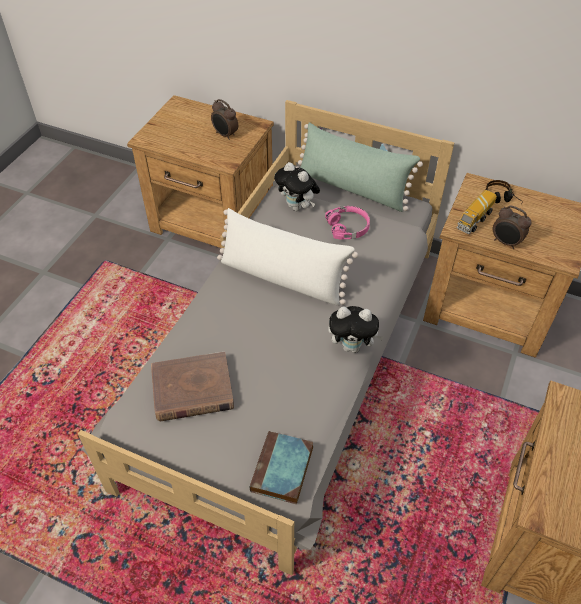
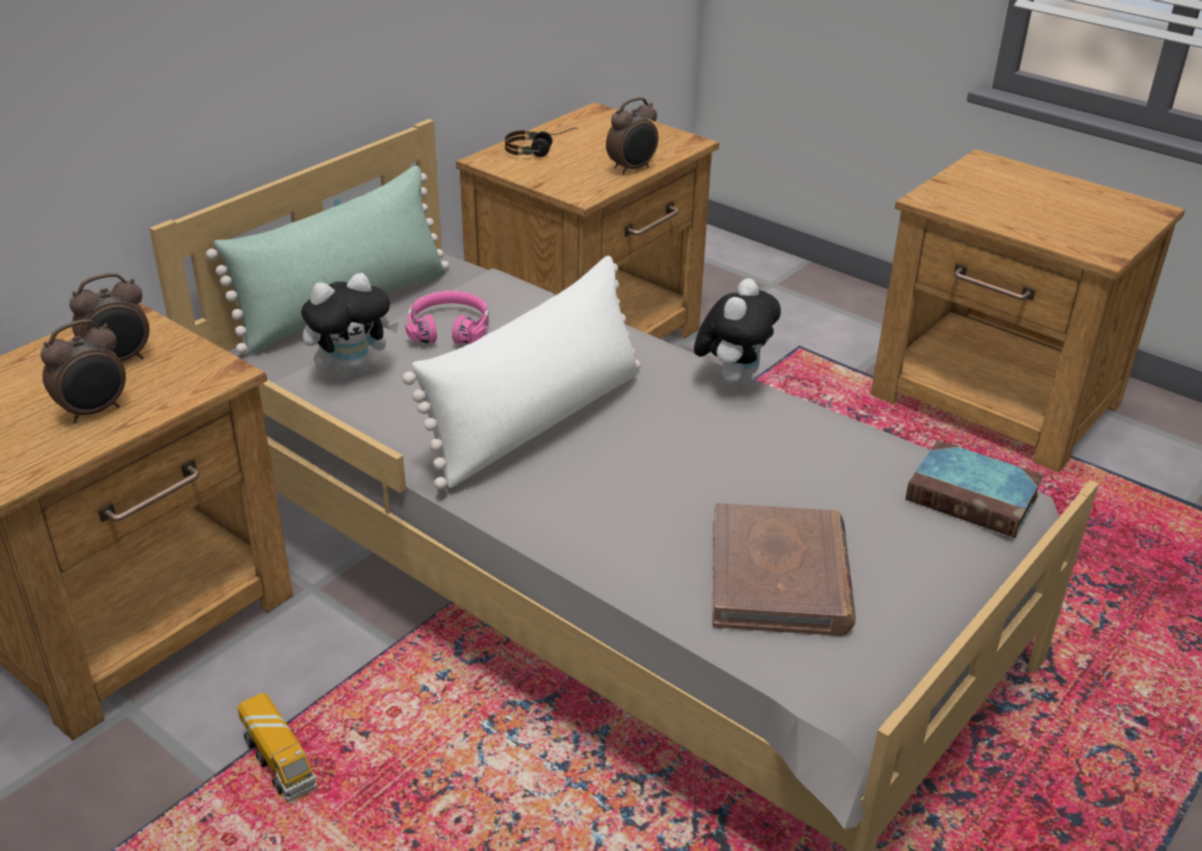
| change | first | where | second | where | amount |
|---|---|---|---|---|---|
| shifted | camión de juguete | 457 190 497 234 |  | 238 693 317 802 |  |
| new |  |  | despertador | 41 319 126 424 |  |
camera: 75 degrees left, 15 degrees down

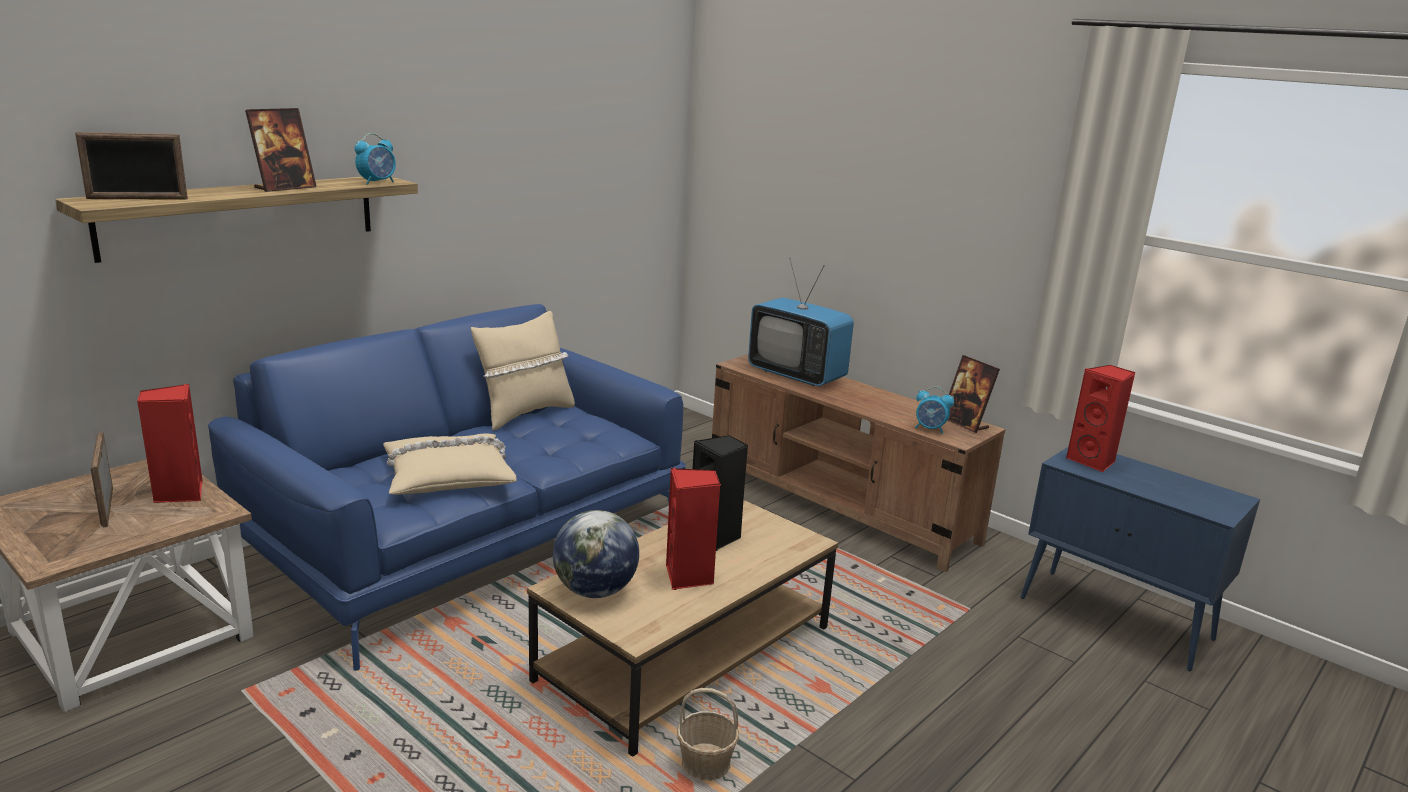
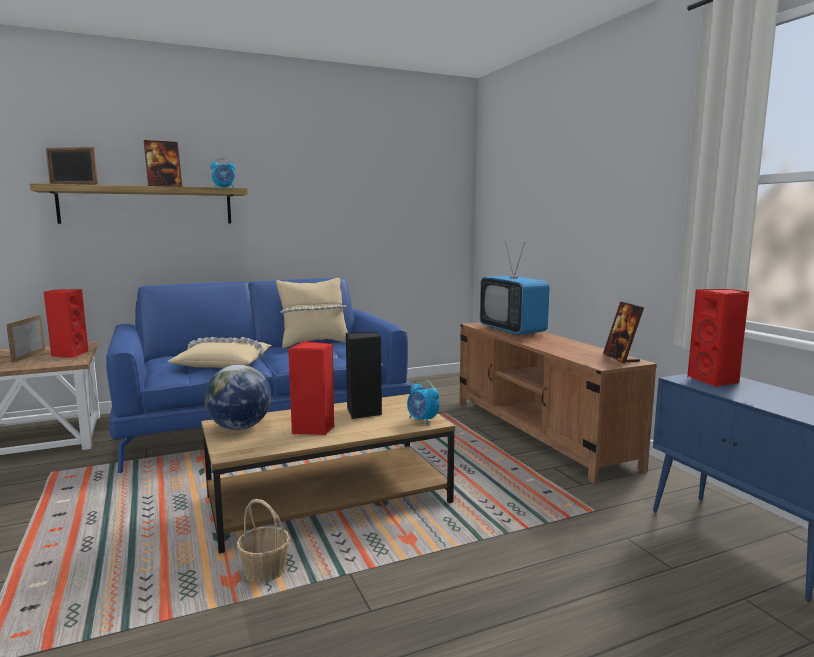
| change | first | where | second | where | amount |
|---|---|---|---|---|---|
| shifted | despertador | 915 386 954 434 |  | 407 380 439 425 |  |
camera: 25 degrees right, 10 degrees down

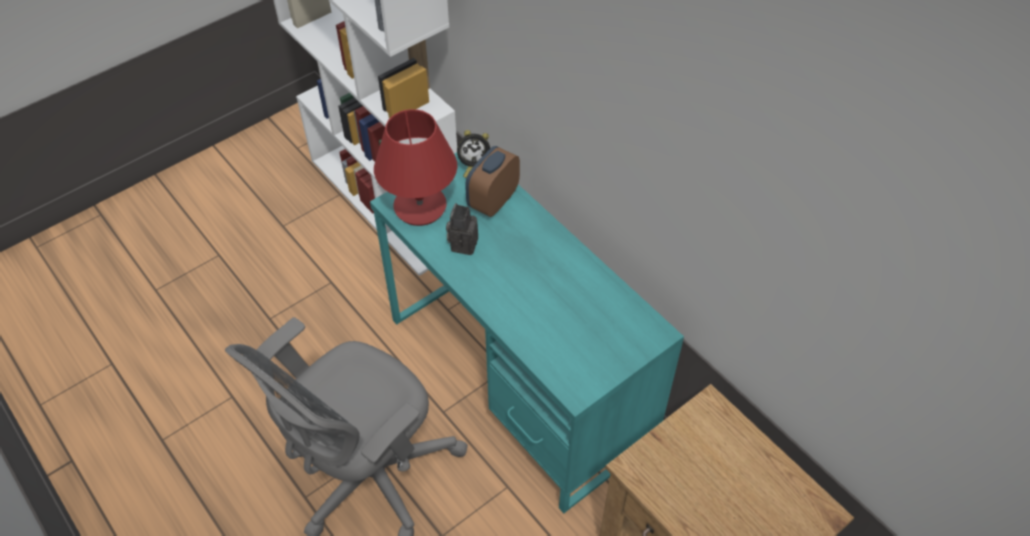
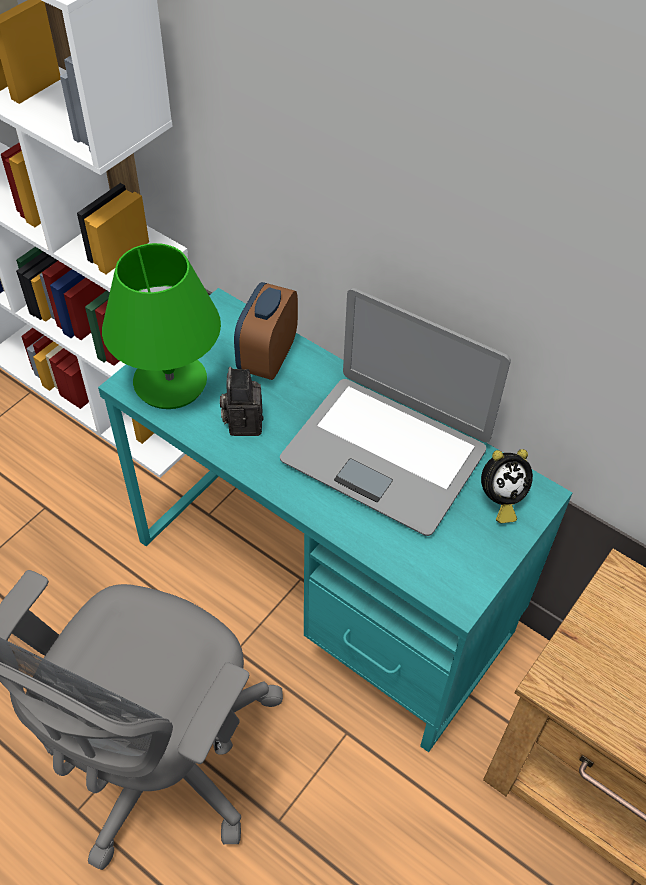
| change | first | where | second | where | amount |
|---|---|---|---|---|---|
| repainted | lámpara de mesa (rojo) | 374 109 457 226 | lámpara de mesa (verde) | 102 243 221 409 |  |
| shifted | despertador | 457 130 490 178 |  | 481 449 533 523 |  |
| new |  |  | portátil | 280 288 511 536 |  |
camera: 15 degrees left, 0 degrees up

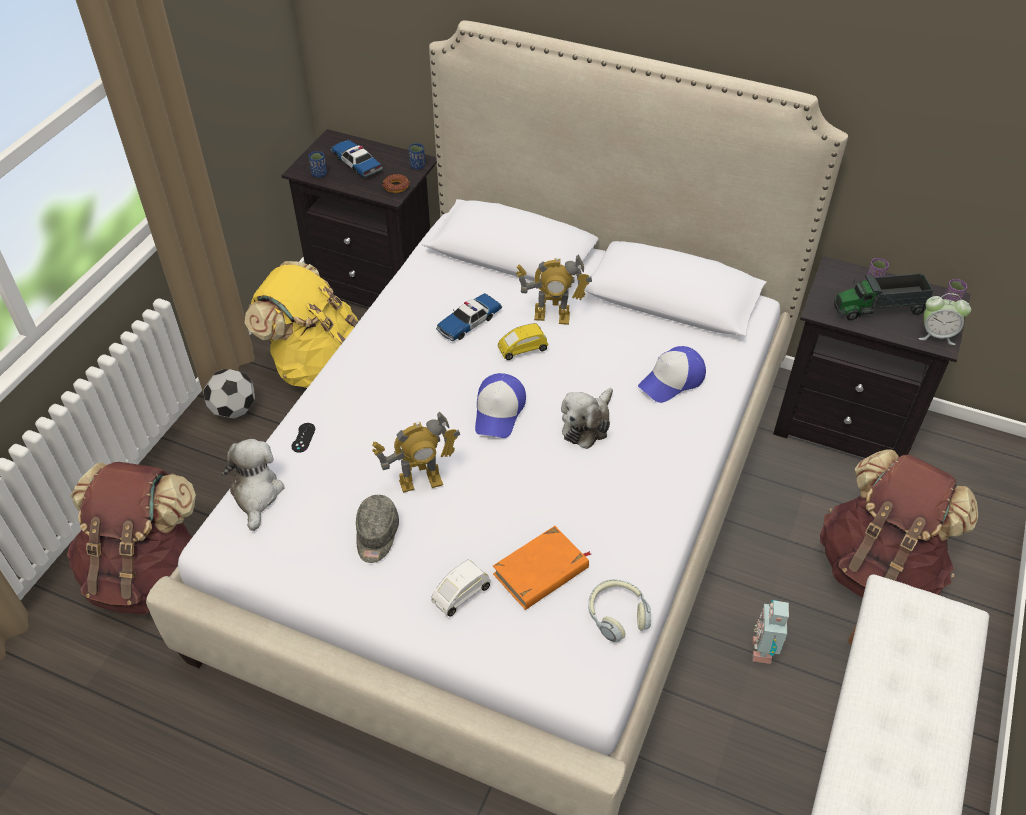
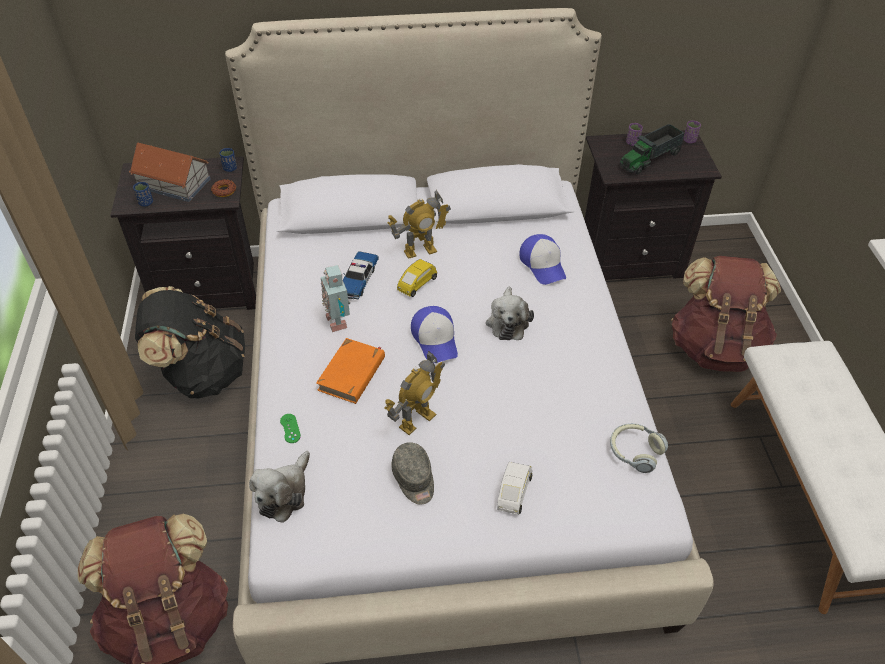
| change | first | where | second | where | amount |
|---|---|---|---|---|---|
| swapped | coche de juguete | 331 140 383 178 | casita | 129 143 210 202 |  |
| repainted | mochila (amarillo) | 245 261 359 388 | mochila (negro) | 135 286 245 398 |  |
| gone | despertador | 919 293 971 345 |  |  |  |
| rotated | gorra | 638 346 706 403 |  | 519 234 566 285 | 45 degrees counterclockwise |
| gone | balón de fútbol | 204 369 255 419 |  |  |  |
| repainted | mando de consola (negro) | 291 423 315 453 | mando de consola (verde) | 280 414 301 443 |  |
| rotated | peluche | 221 439 284 531 |  | 249 451 310 523 | 120 degrees counterclockwise |
| shifted | libro (naranja) | 493 526 591 610 |  | 316 338 385 404 |  |
| shifted | robot de juguete | 752 600 789 664 |  | 321 265 350 332 |  |
camera: 30 degrees left, 0 degrees up

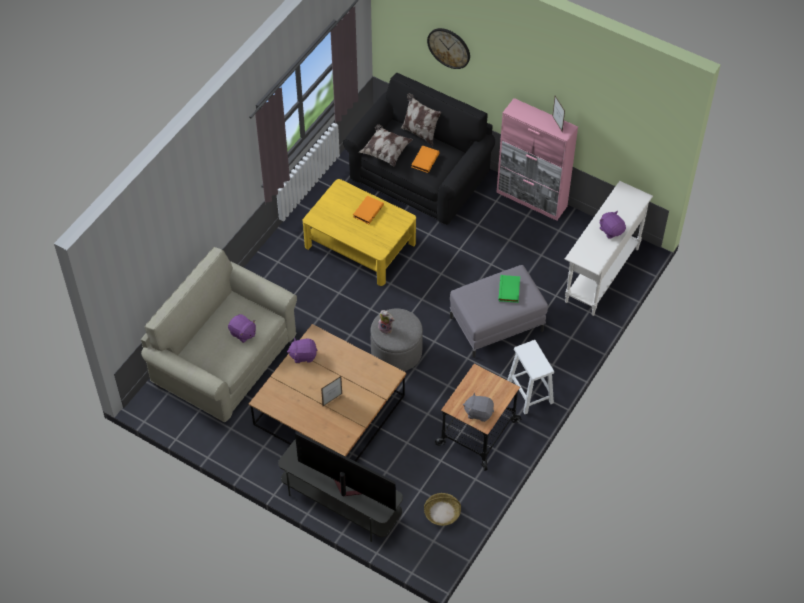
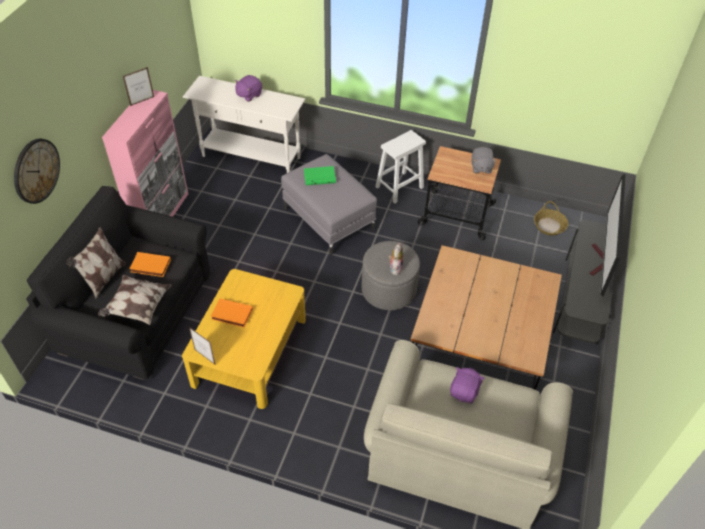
| change | first | where | second | where | amount |
|---|---|---|---|---|---|
| gone | peluche (morado) | 287 338 317 363 |  |  |  |
| shifted | portarretratos | 321 376 342 406 |  | 189 327 215 364 |  |
camera: 105 degrees left, 5 degrees down

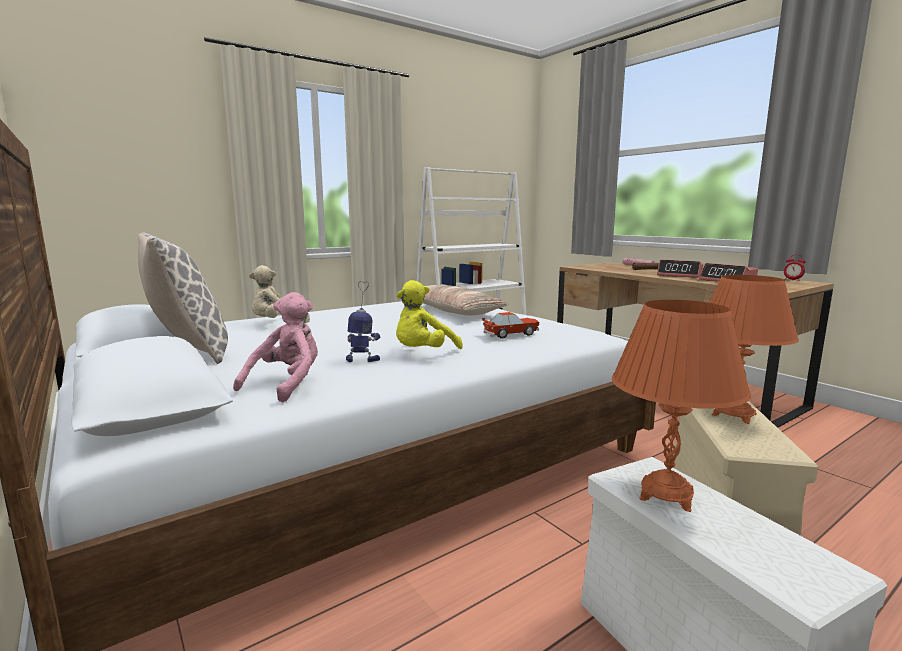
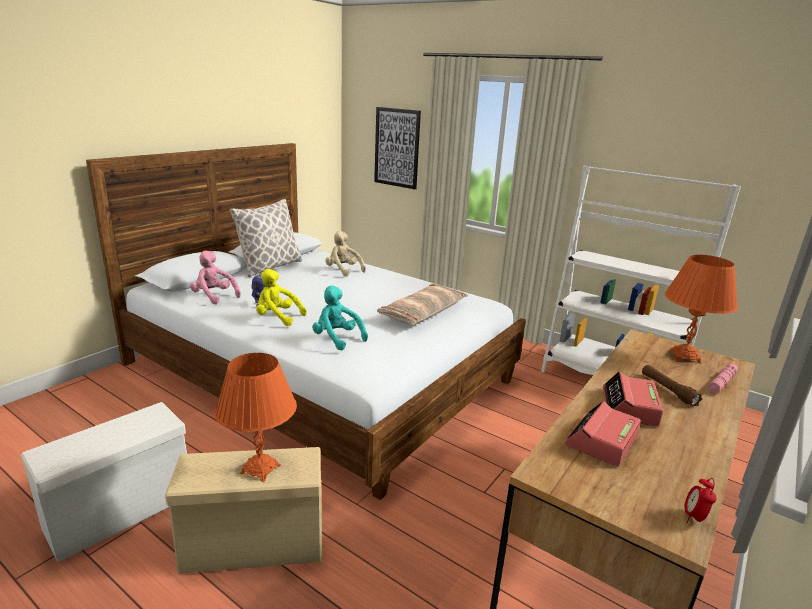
| change | first | where | second | where | amount |
|---|---|---|---|---|---|
| rotated | peluche (rosa) | 233 292 318 403 |  | 190 251 241 304 | 150 degrees counterclockwise |
| shifted | lámpara de mesa (naranja) | 612 300 751 512 |  | 665 255 738 364 |  |
| swapped | coche de juguete | 482 312 539 339 | peluche (turquesa) | 312 285 368 350 |  |
| new |  |  | cuadro | 374 107 421 189 |  |
camera: 70 degrees right, 10 degrees up

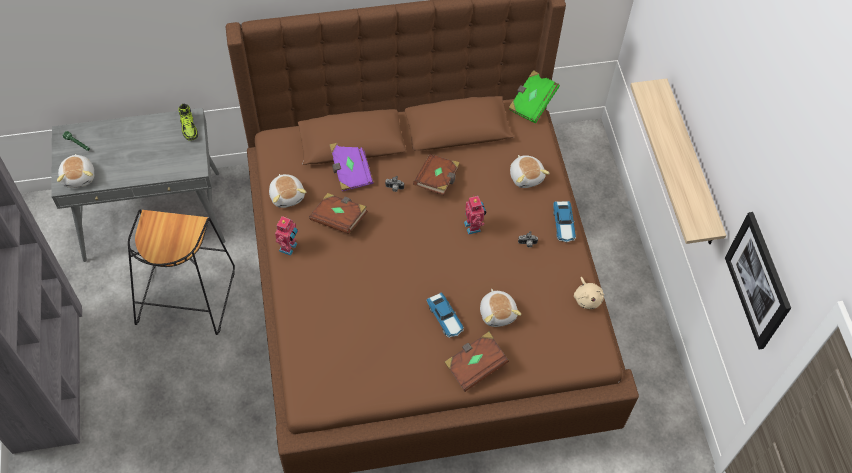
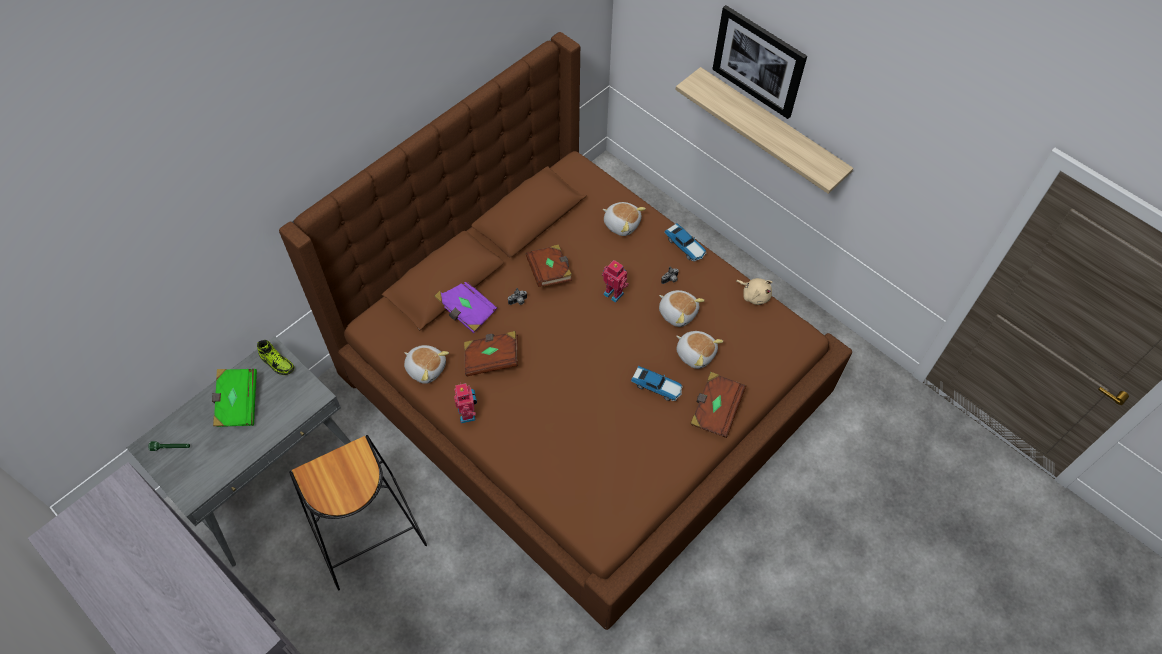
| change | first | where | second | where | amount |
|---|---|---|---|---|---|
| shifted | libro (verde) | 508 70 560 123 |  | 212 369 257 427 |  |
| shifted | peluche | 57 154 94 188 |  | 659 290 705 327 |  |
| shifted | cuadro | 725 212 791 349 |  | 712 5 807 119 |  |
camera: 35 degrees left, 0 degrees up

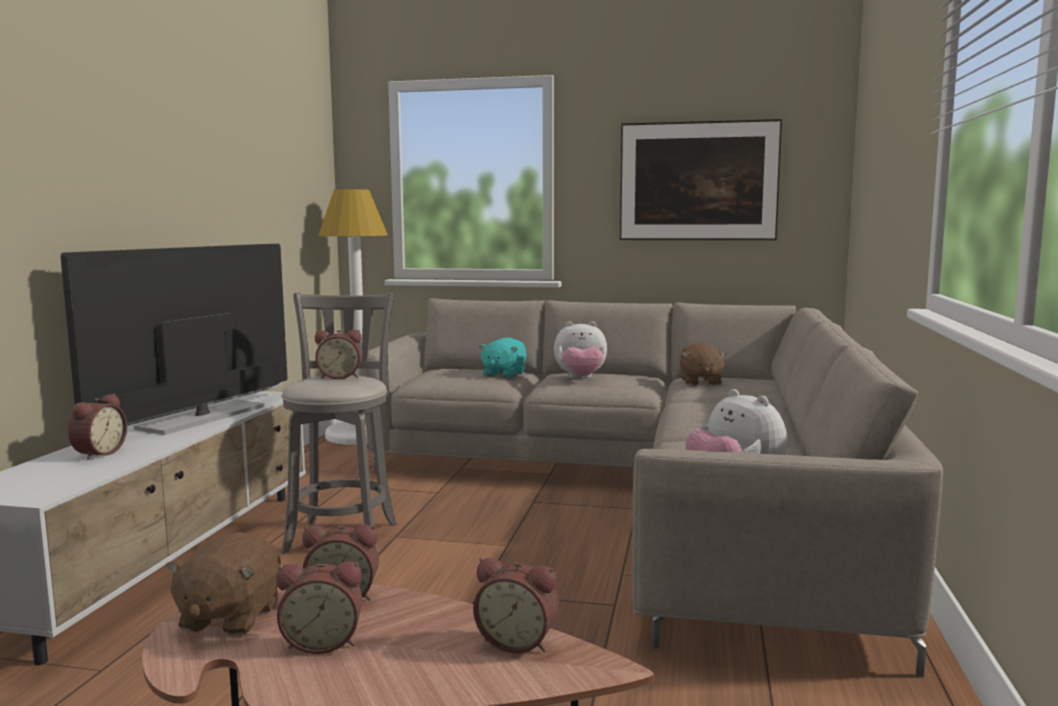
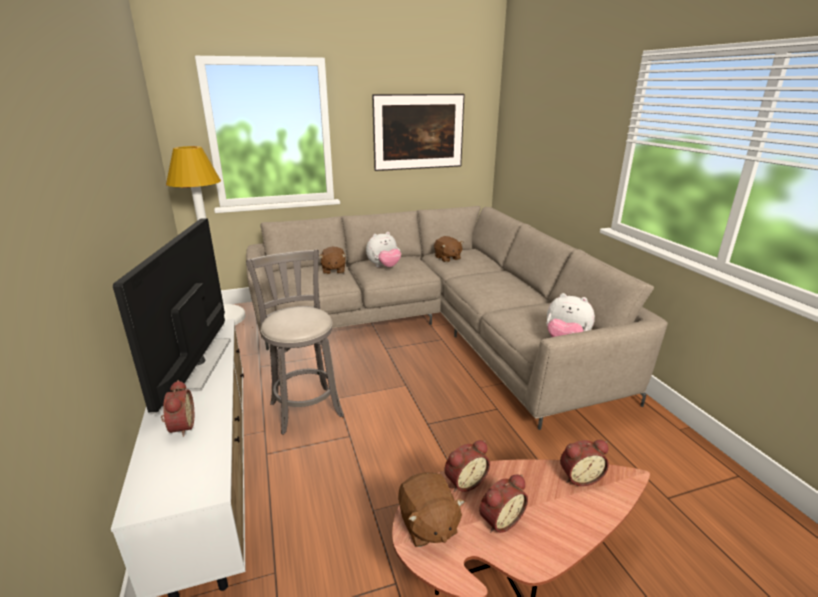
| change | first | where | second | where | amount |
|---|---|---|---|---|---|
| gone | despertador | 315 330 362 379 |  |  |  |
| repainted | peluche (turquesa) | 479 338 527 378 | peluche (marrón) | 319 246 346 274 |  |
camera: 30 degrees left, 15 degrees up

